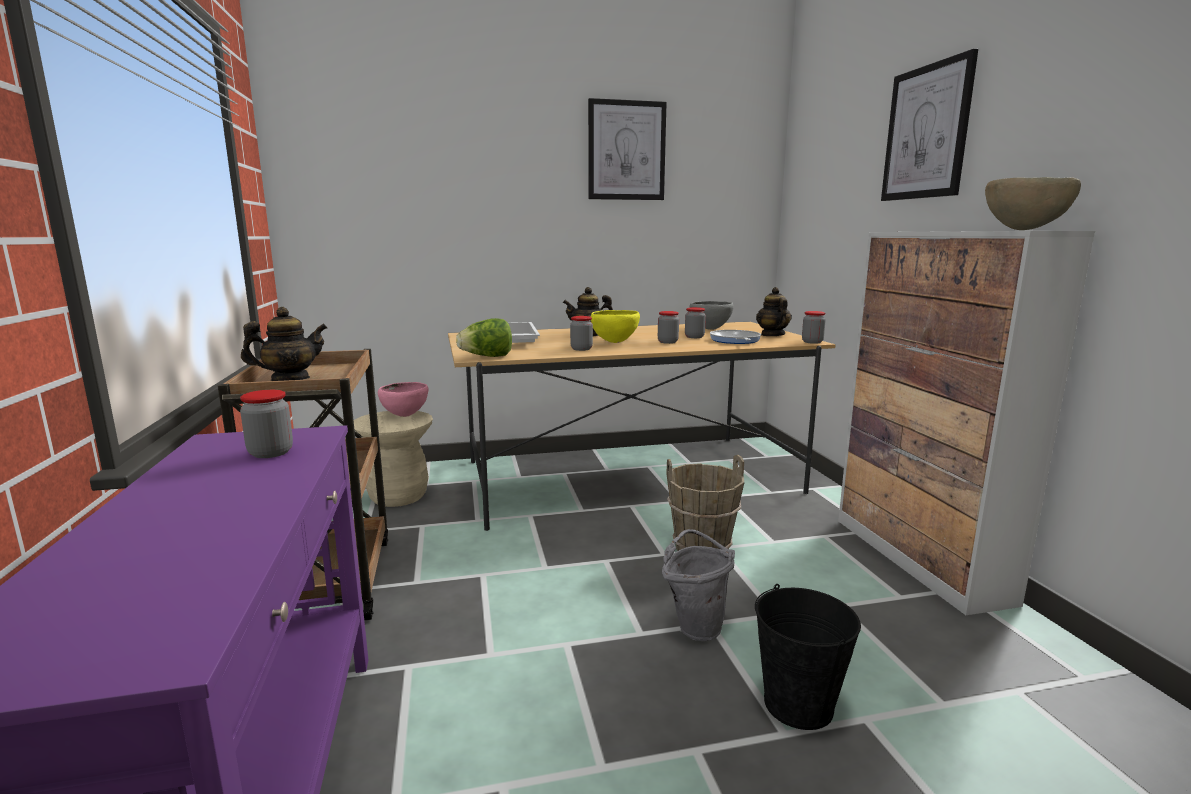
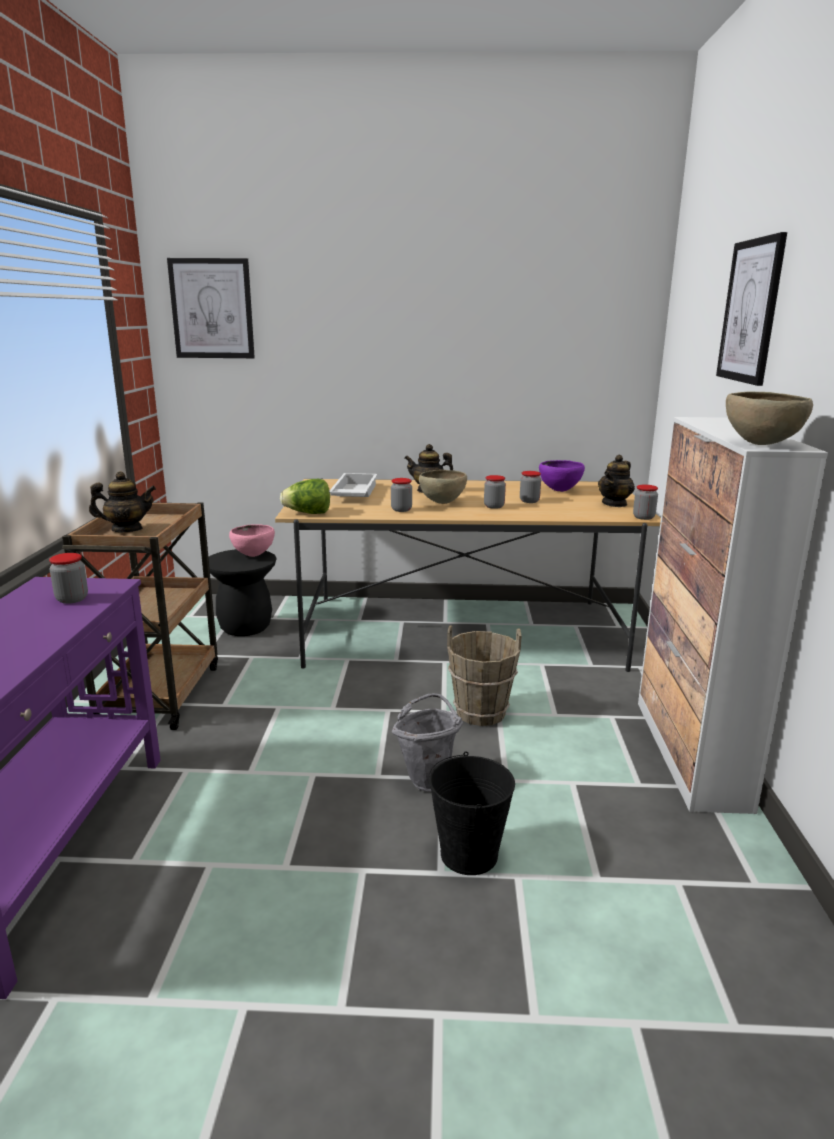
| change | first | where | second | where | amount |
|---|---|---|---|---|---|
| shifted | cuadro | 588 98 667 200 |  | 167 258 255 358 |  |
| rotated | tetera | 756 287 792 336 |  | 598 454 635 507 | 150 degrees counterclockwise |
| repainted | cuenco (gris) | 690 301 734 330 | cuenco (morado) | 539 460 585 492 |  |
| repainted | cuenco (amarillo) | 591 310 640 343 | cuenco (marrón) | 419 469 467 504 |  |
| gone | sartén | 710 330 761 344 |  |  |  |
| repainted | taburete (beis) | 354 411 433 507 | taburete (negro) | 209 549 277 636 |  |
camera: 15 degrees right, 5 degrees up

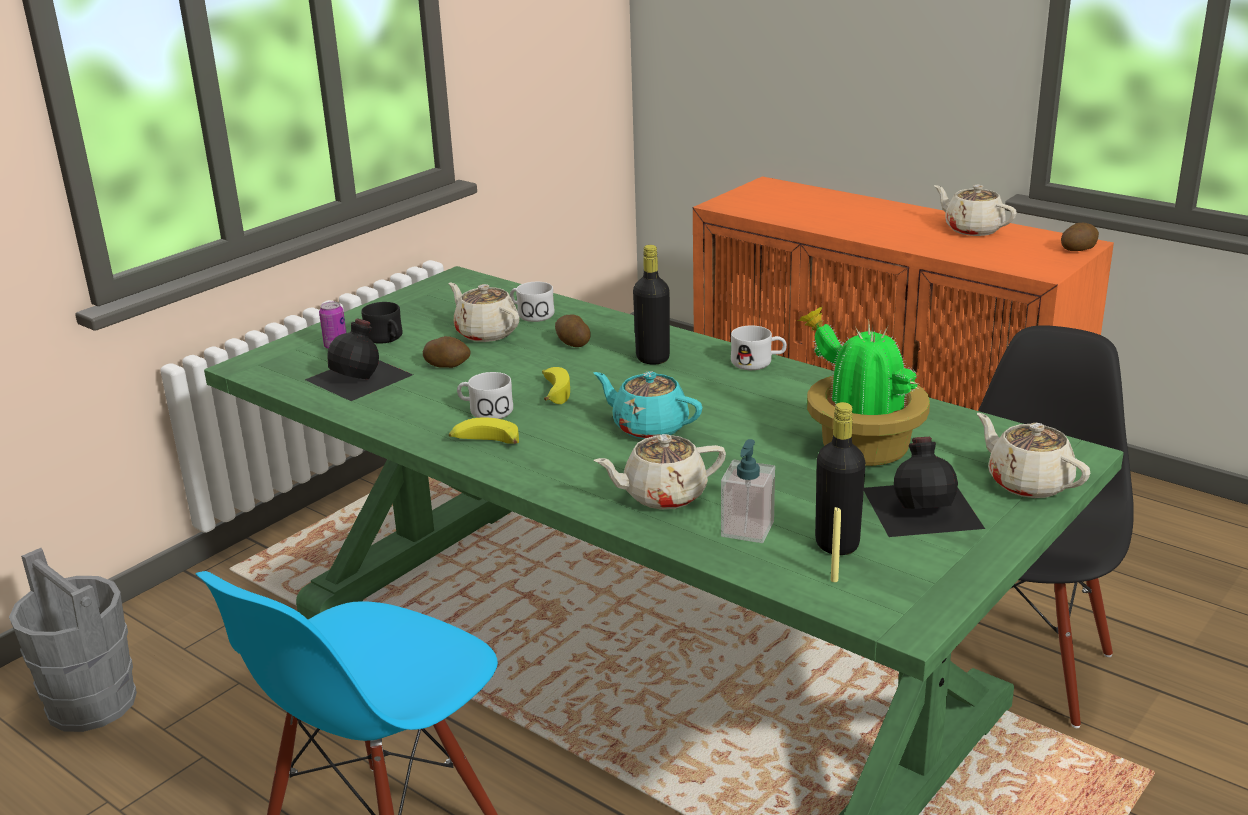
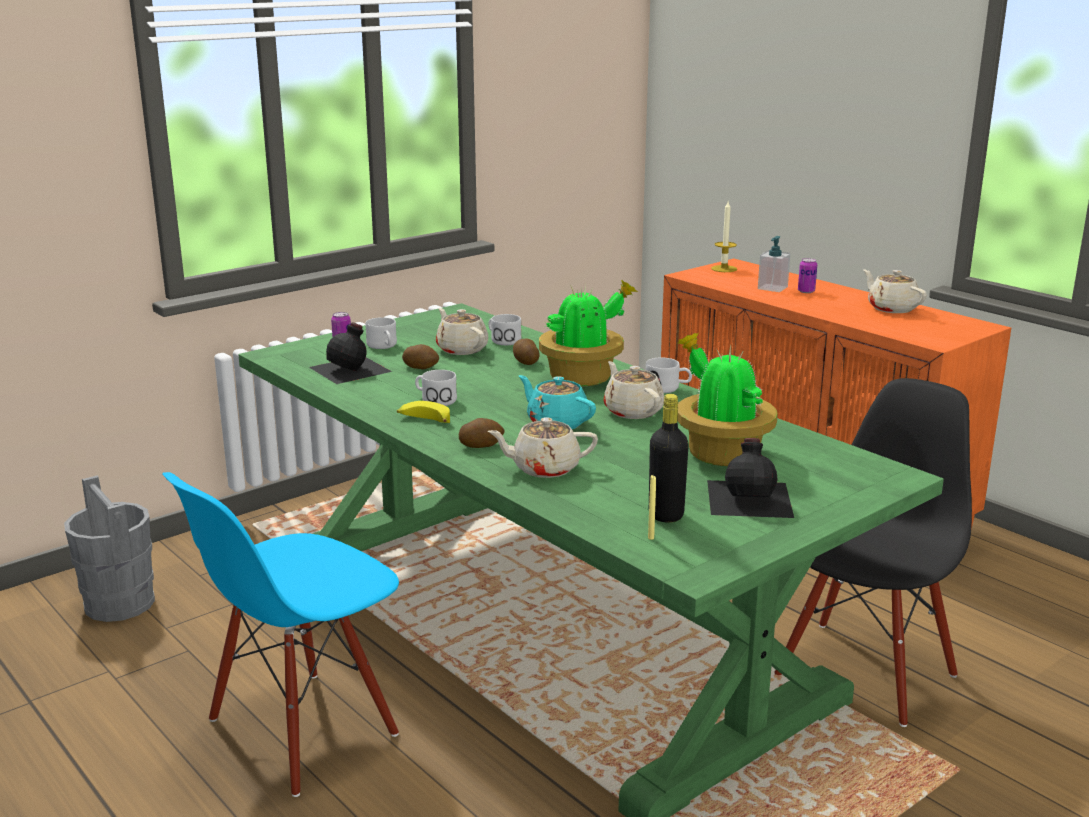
| change | first | where | second | where | amount |
|---|---|---|---|---|---|
| shifted | patata | 1061 223 1099 251 |  | 459 418 505 448 |  |
| swapped | botella (negro) | 633 245 670 365 | planta en maceta | 539 280 638 386 |  |
| repainted | taza grande (negro) | 361 302 403 343 | taza grande (blanco) | 365 317 397 349 |  |
| gone | plátano | 542 367 570 404 |  |  |  |
| shifted | tetera (beis) | 977 413 1090 498 |  | 603 361 664 419 |  |
| shifted | dispensador de jabón | 721 439 775 543 |  | 758 236 790 292 |  |
| new |  |  | vela | 711 201 737 272 |  |
| new |  |  | lata | 798 258 817 293 |  |
camera: 10 degrees right, 5 degrees down

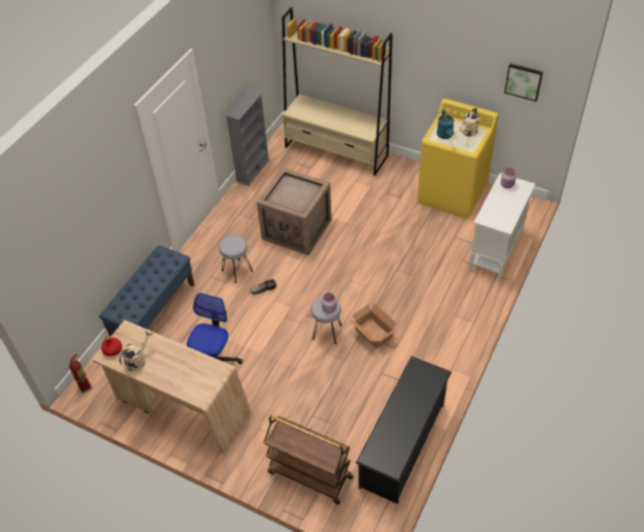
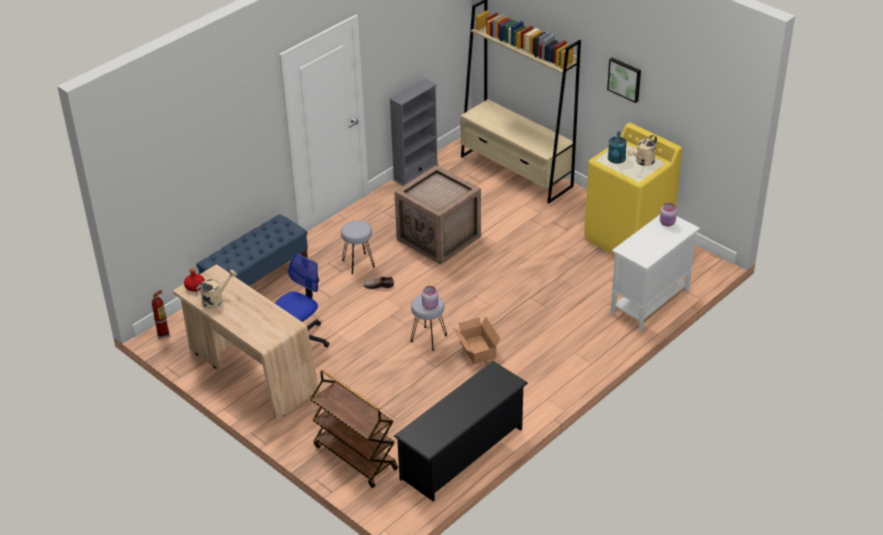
| change | first | where | second | where | amount |
|---|---|---|---|---|---|
| shifted | cuadro | 504 64 543 102 |  | 607 58 641 103 |  |
camera: 15 degrees right, 10 degrees down

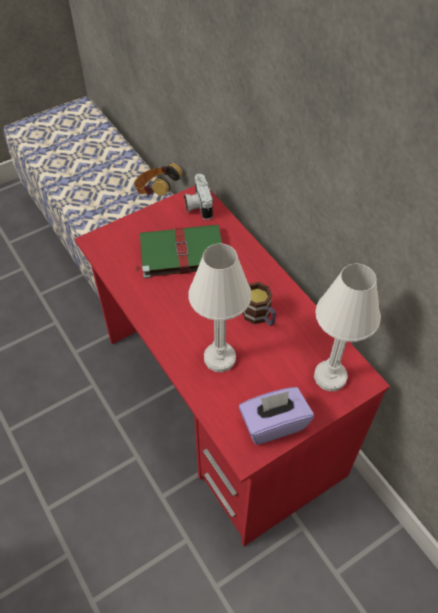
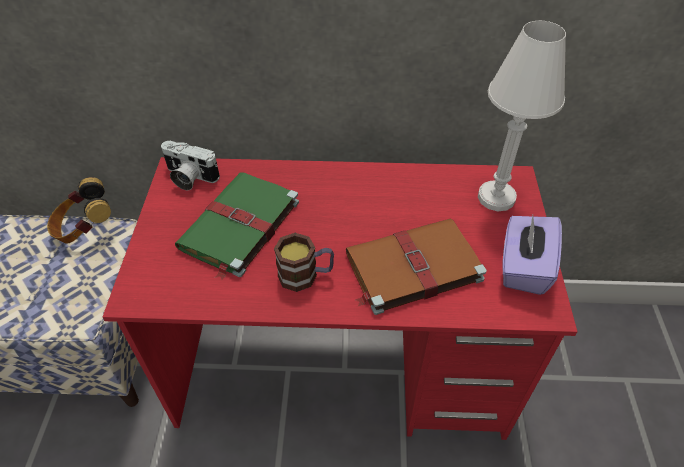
| change | first | where | second | where | amount |
|---|---|---|---|---|---|
| swapped | lámpara de mesa (blanco) | 189 243 252 372 | libro (marrón) | 346 218 487 315 |  |
| shifted | taza grande | 243 282 276 326 |  | 274 233 334 292 |  |
camera: 55 degrees left, 5 degrees down

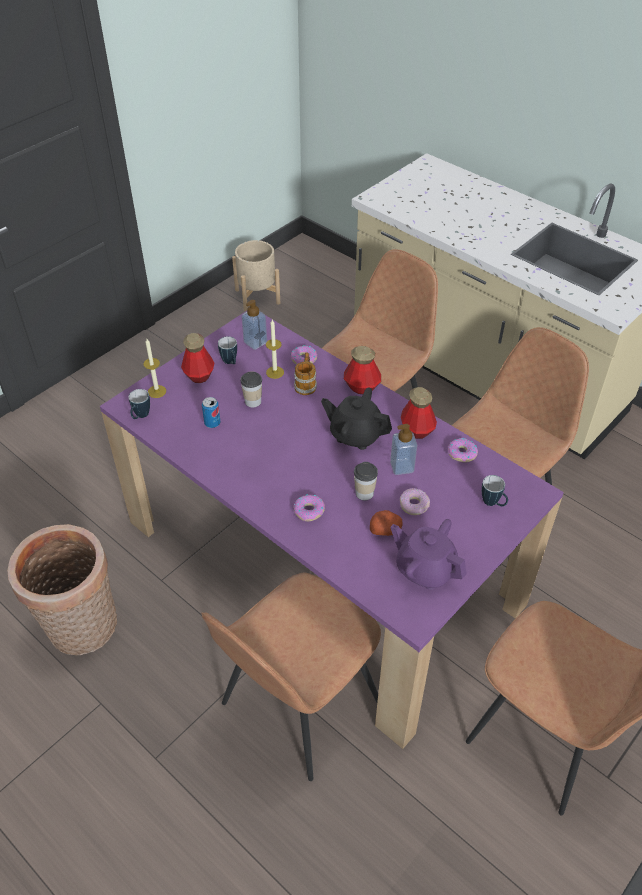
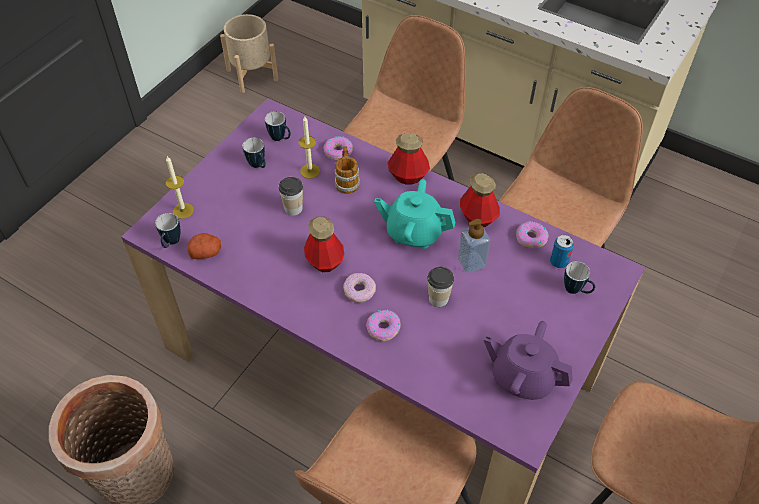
| change | first | where | second | where | amount |
|---|---|---|---|---|---|
| swapped | dispensador de jabón | 241 300 267 350 | taza grande | 265 111 291 141 |  |
| shifted | botella | 181 333 214 383 |  | 304 216 344 272 |  |
| repainted | tetera (negro) | 321 387 392 450 | tetera (turquesa) | 374 179 456 249 |  |
| shifted | lata | 202 397 220 428 |  | 550 235 574 268 |  |
| shifted | rosquilla | 400 488 430 515 |  | 343 273 376 303 |  |
| shifted | patata | 370 510 403 536 |  | 187 233 221 259 |  |
camera: 10 degrees left, 5 degrees up

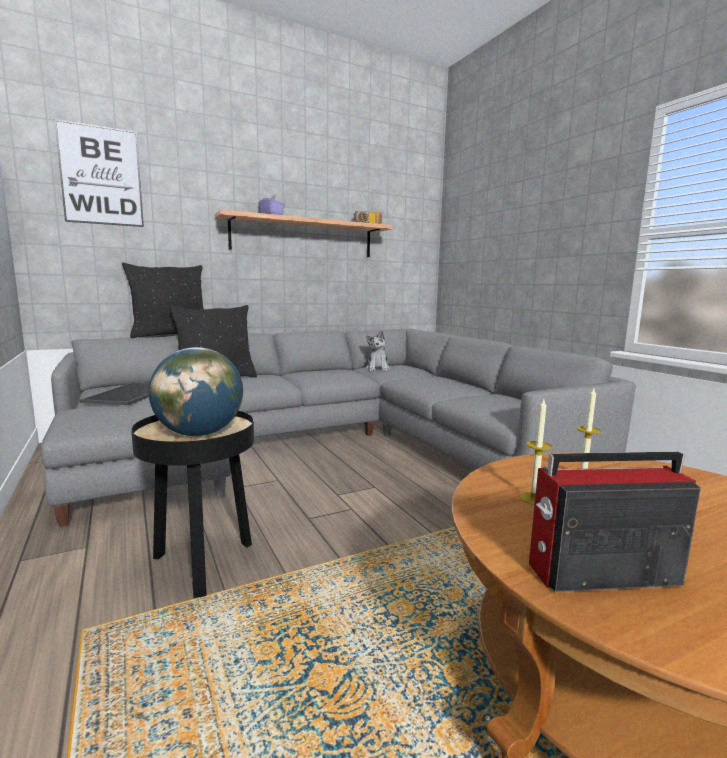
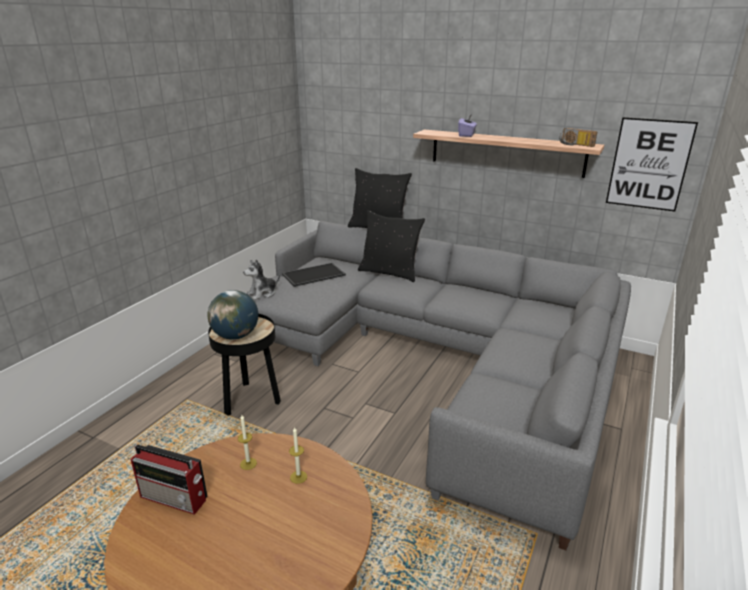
| change | first | where | second | where | amount |
|---|---|---|---|---|---|
| shifted | cuadro | 54 119 144 227 |  | 606 117 698 212 |  |
| shifted | peluche | 366 331 390 371 |  | 243 259 280 300 |  |
| rotated | radio | 529 452 701 592 |  | 131 445 207 515 | 150 degrees clockwise |
camera: 55 degrees right, 15 degrees up

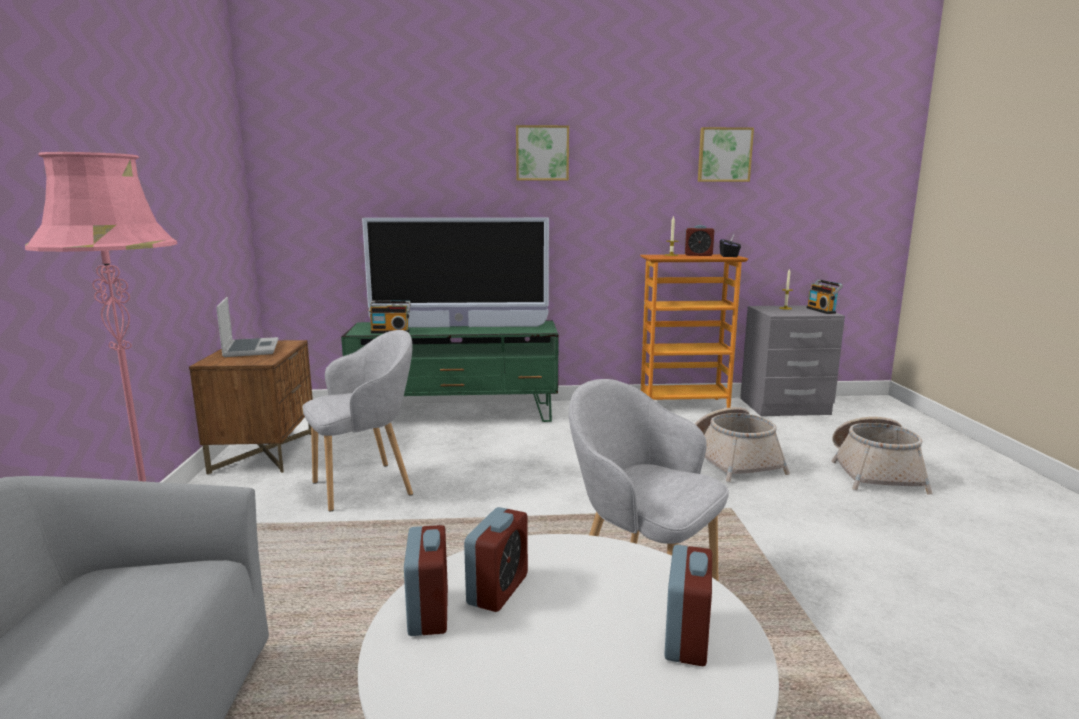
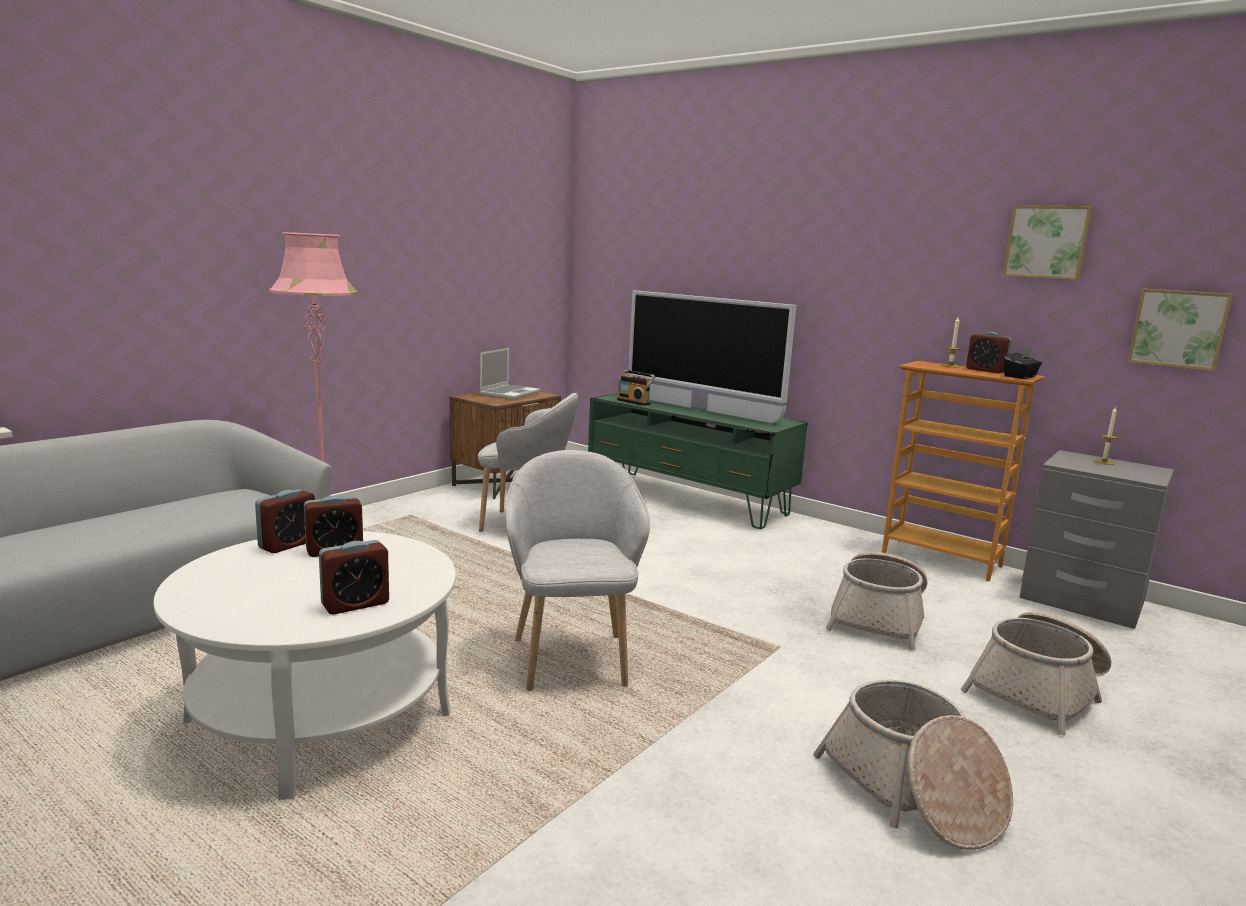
| change | first | where | second | where | amount |
|---|---|---|---|---|---|
| shifted | cuadro | 516 125 569 181 |  | 1127 289 1233 371 |  |
| gone | radio | 806 279 843 314 |  |  |  |
| new |  |  | cesta | 813 680 1013 850 |  |
camera: 40 degrees right, 0 degrees up

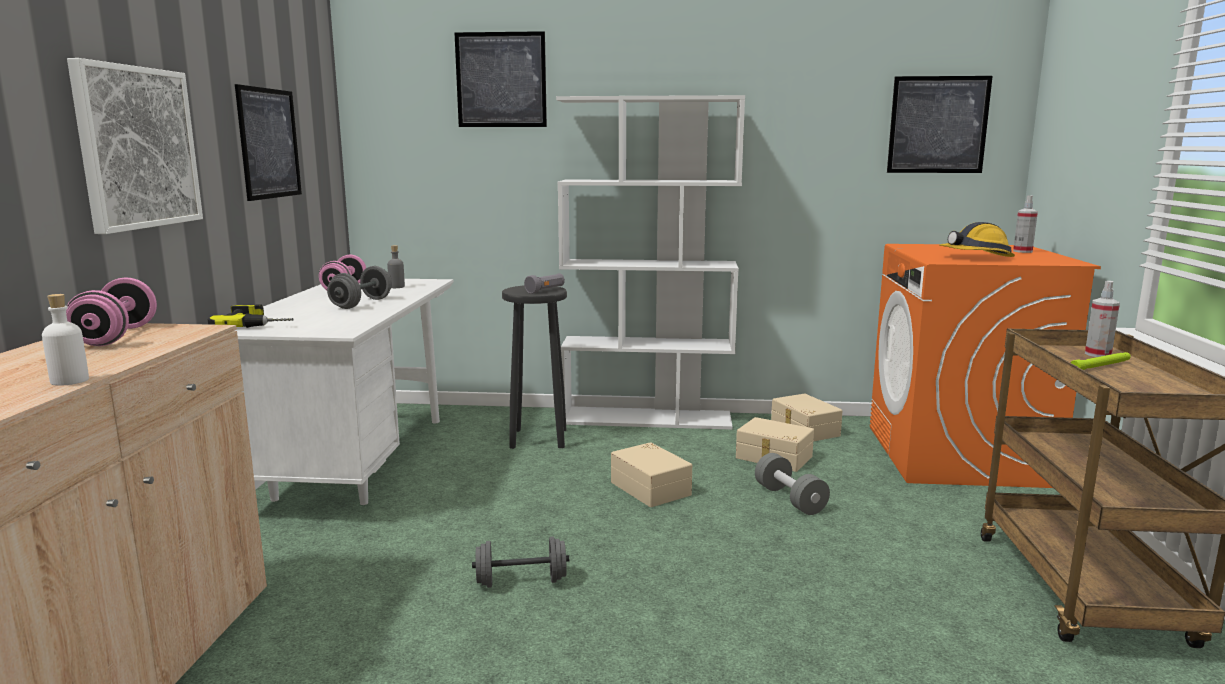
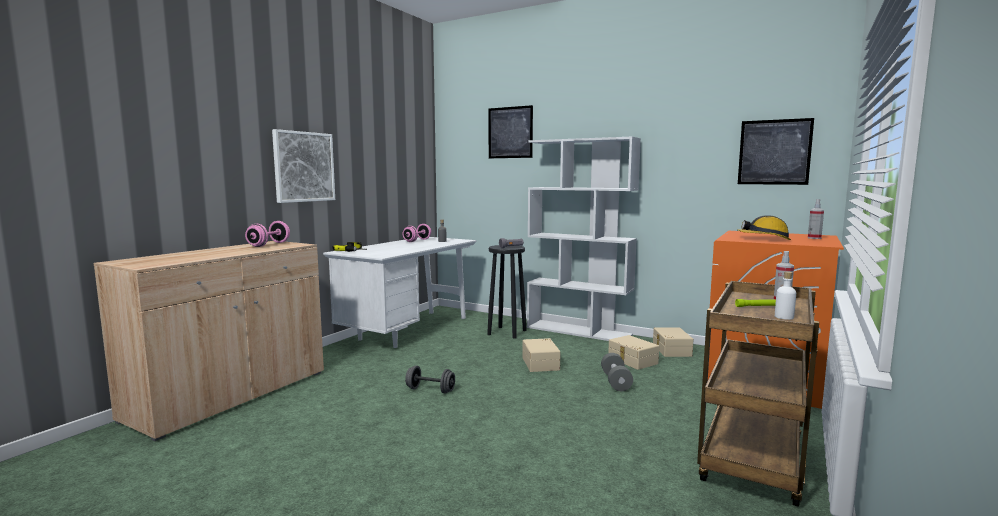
| change | first | where | second | where | amount |
|---|---|---|---|---|---|
| gone | cuadro | 235 84 302 201 |  |  |  |
| gone | mancuerna (gris) | 327 266 392 309 |  |  |  |
| shifted | botella (blanco) | 42 294 89 386 |  | 775 272 796 320 |  |
camera: 25 degrees right, 5 degrees down

